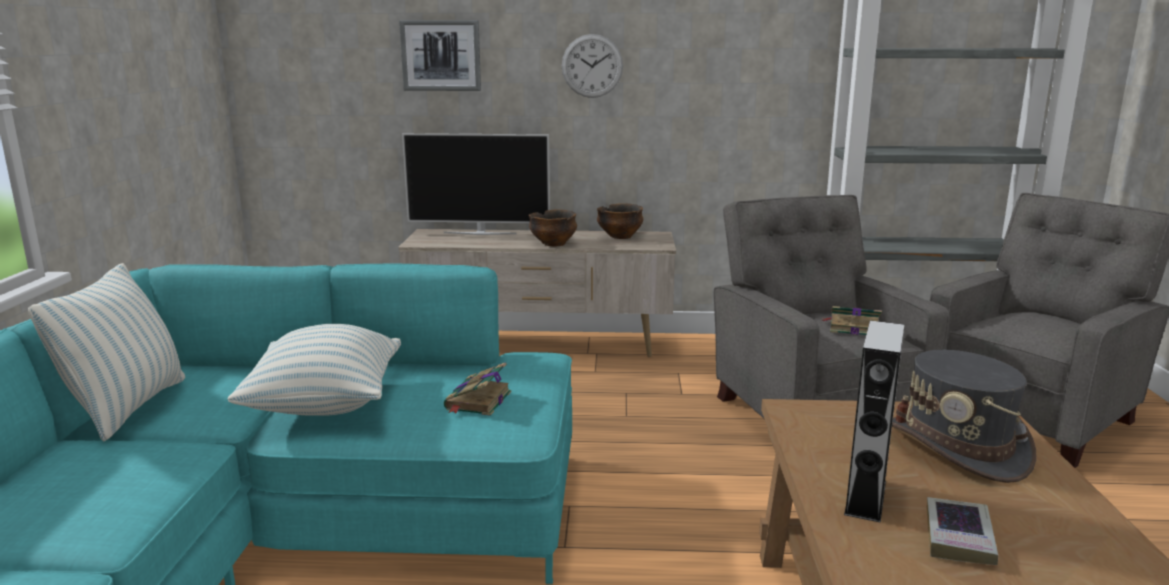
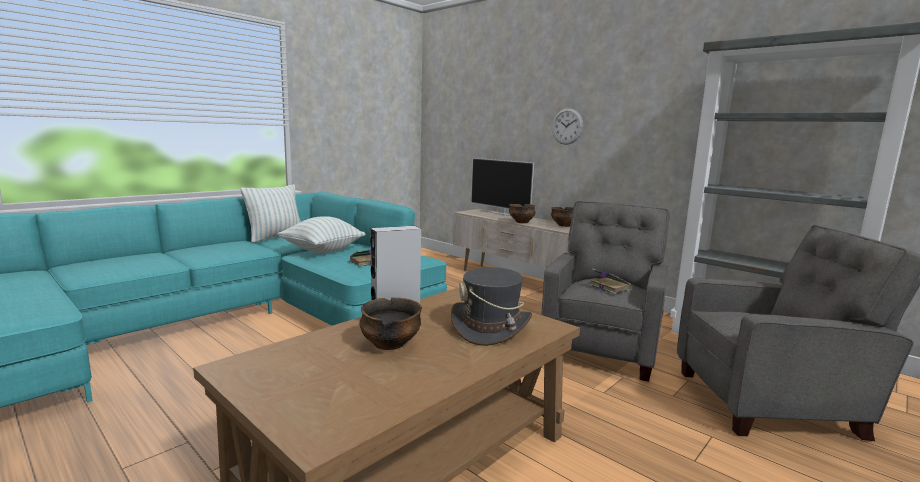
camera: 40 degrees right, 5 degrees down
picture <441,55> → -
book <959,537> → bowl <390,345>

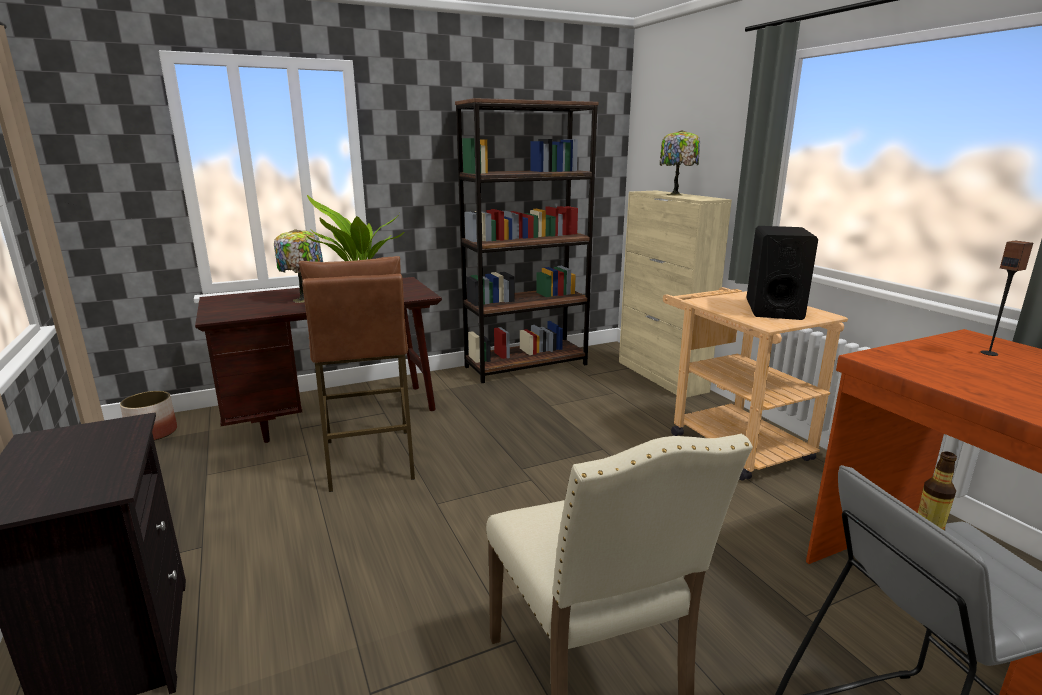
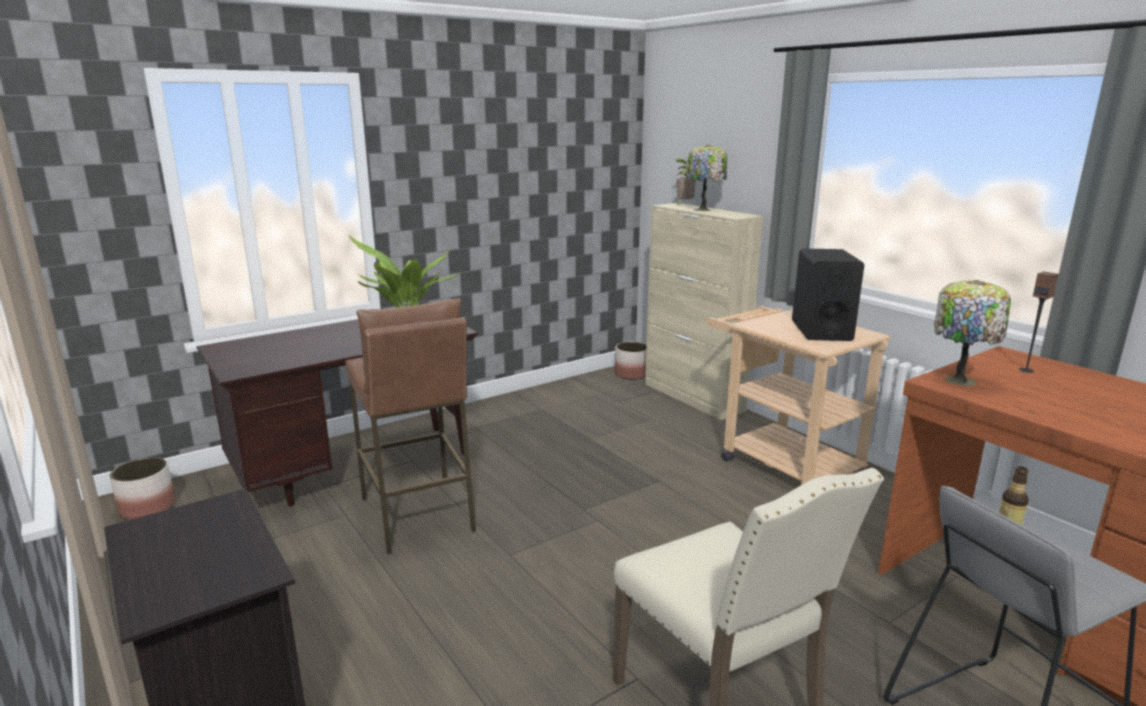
camera: 10 degrees left, 0 degrees up
bookcase in brown <526,365> → -
- → planter <631,374>
- → potted plant <683,205>
table lamp <304,299> → table lamp <960,379>, shifted

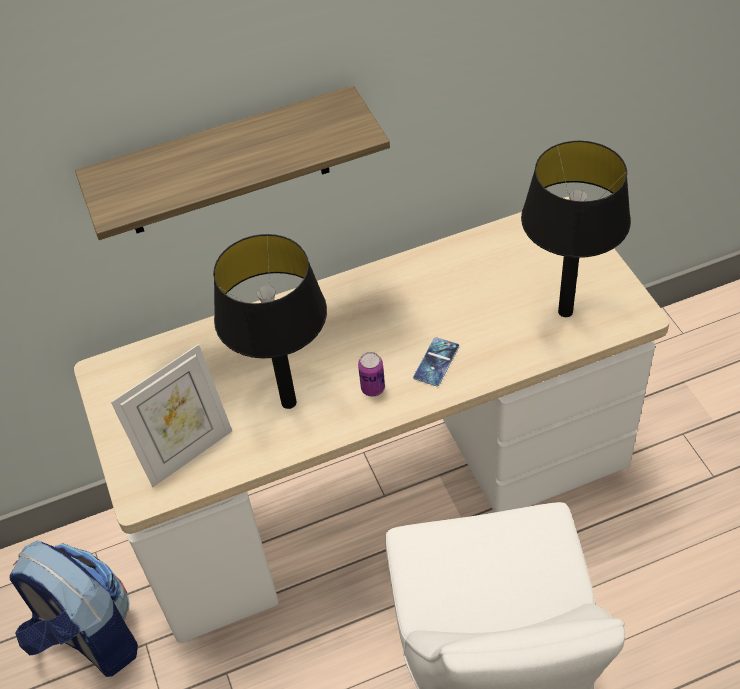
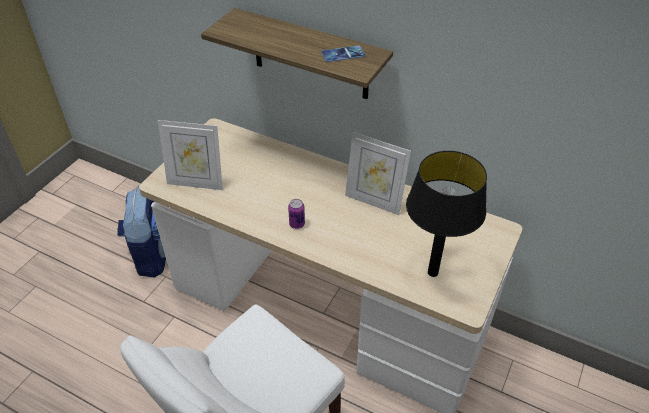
camera: 45 degrees right, 5 degrees down
table lamp in black <288,403> → -
- → picture frame <374,201>
phone <436,362> → phone <343,54>, shifted

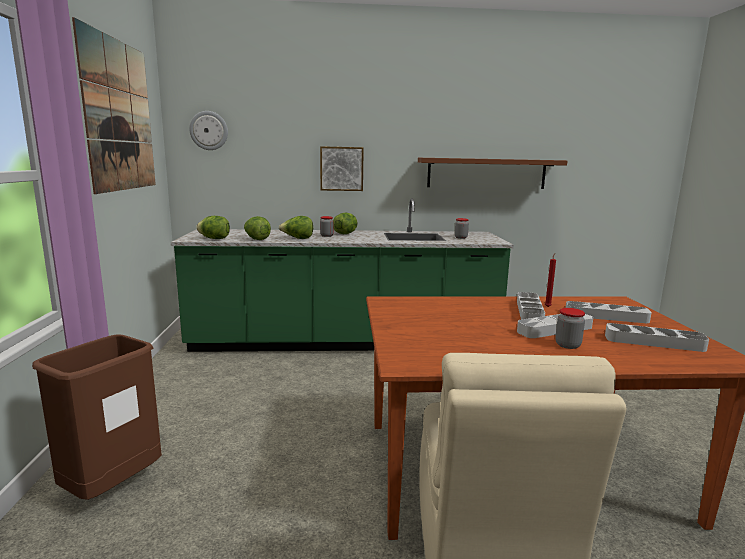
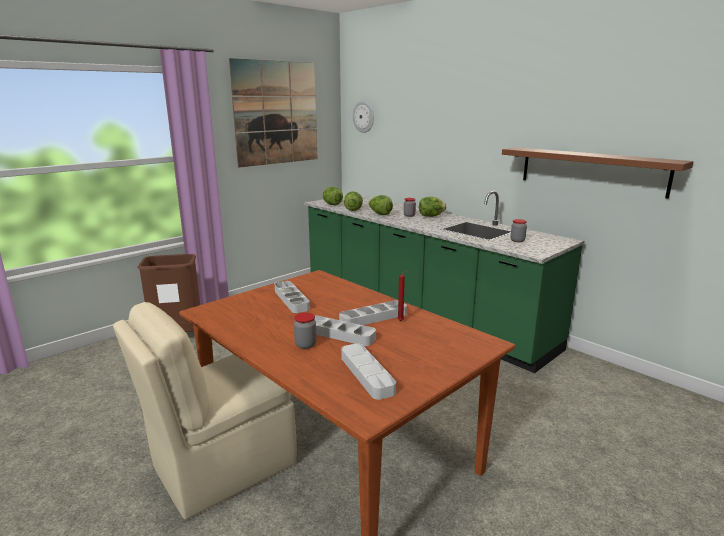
camera: 50 degrees right, 5 degrees up
picture <341,168> → -
tray in grey <606,316> → tray in grey <291,300>, shifted

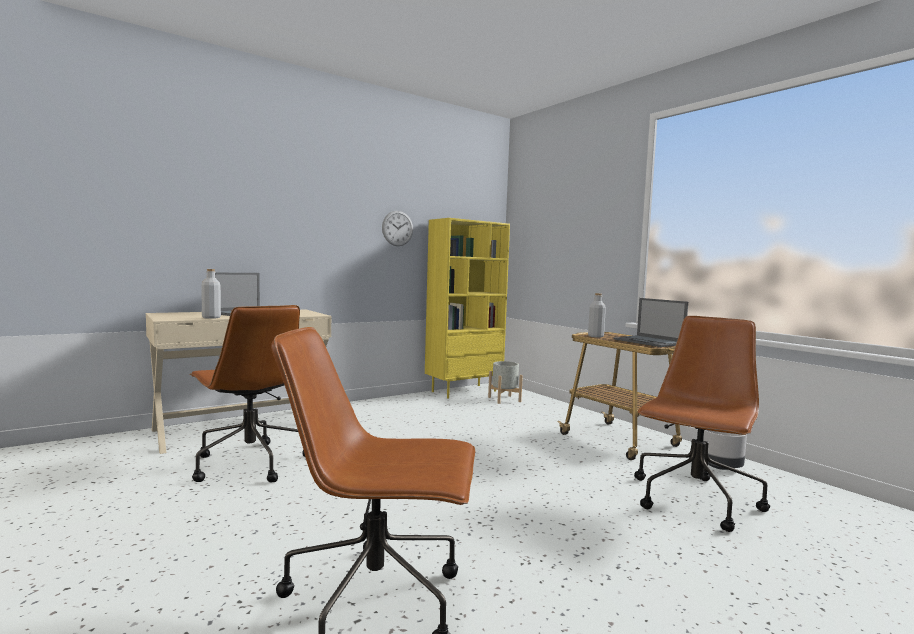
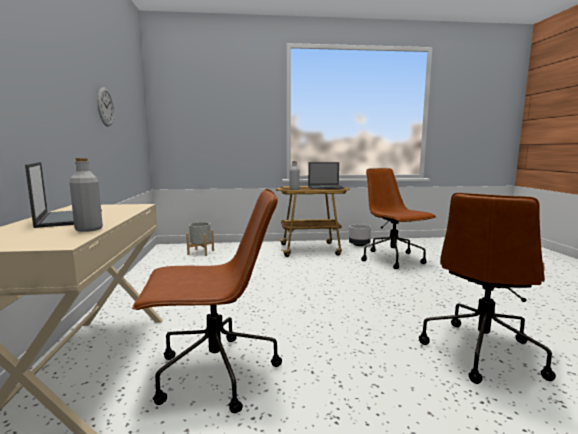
camera: 60 degrees left, 5 degrees up
bookcase in yellow <464,391> → -

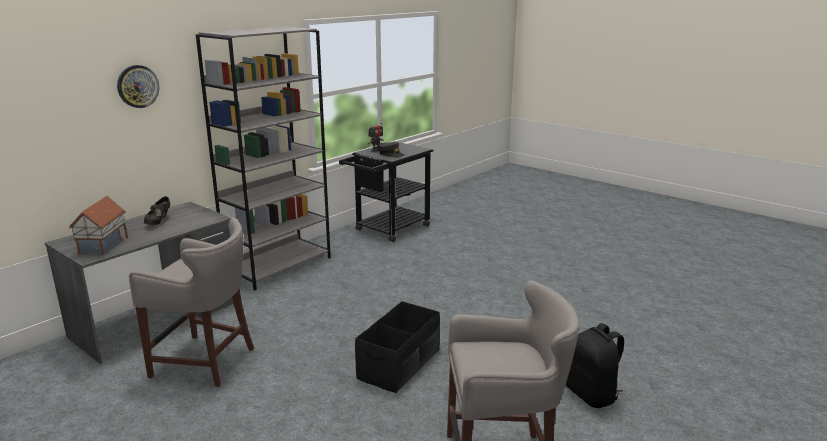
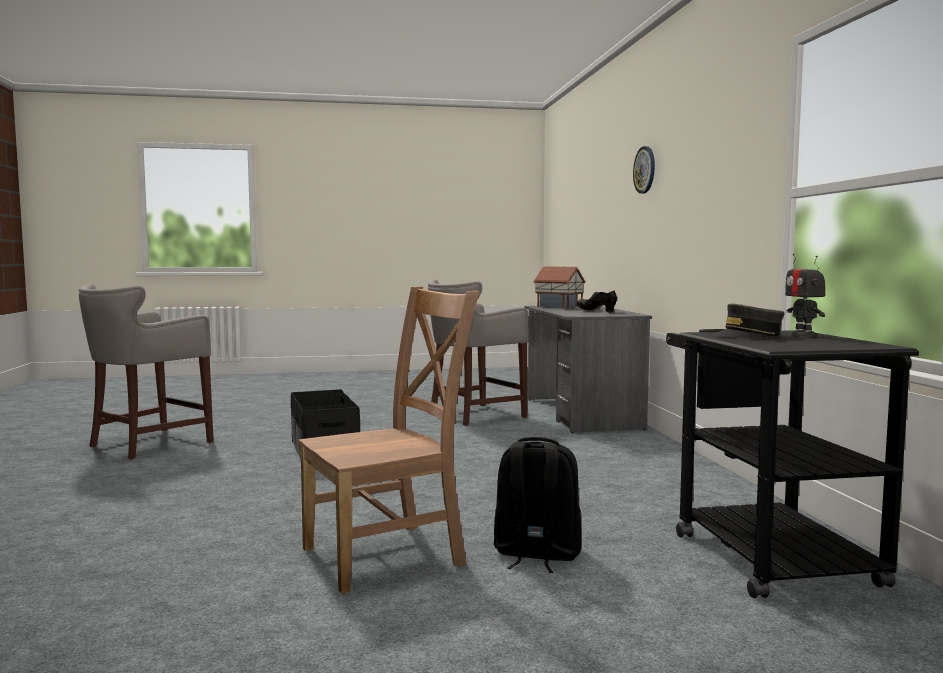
camera: 130 degrees right, 15 degrees down
bookcase in grey <279,266> → -
- → chair in brown <389,555>
backpack in black <591,394> → backpack in black <536,554>, shifted

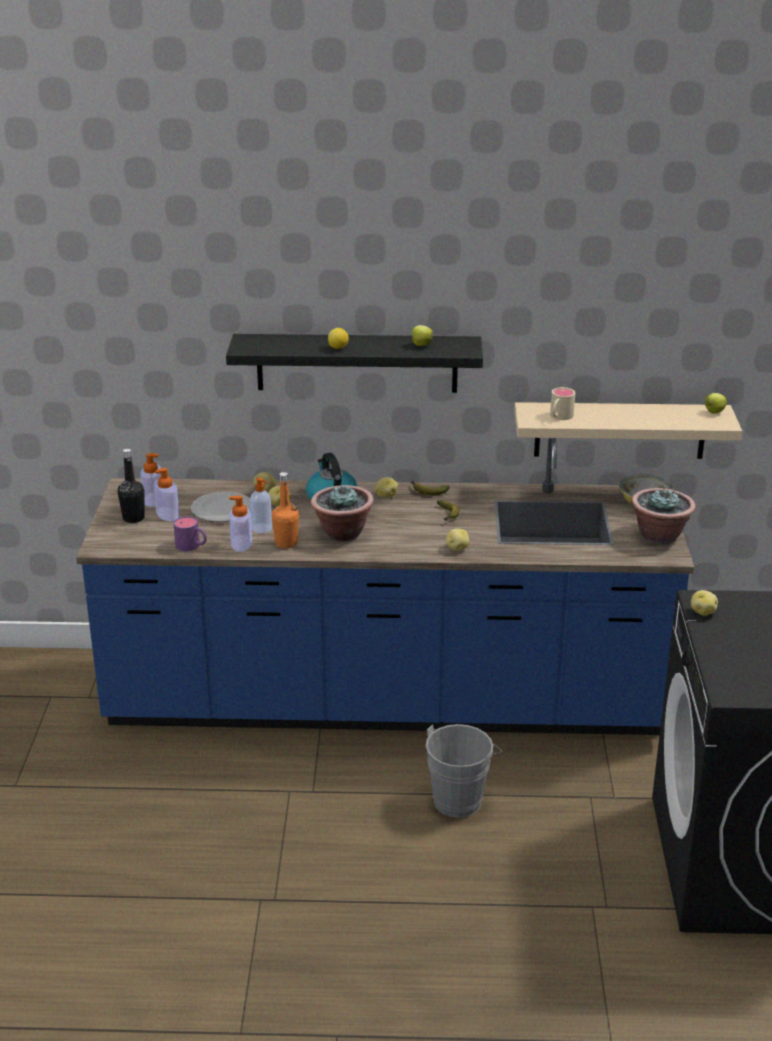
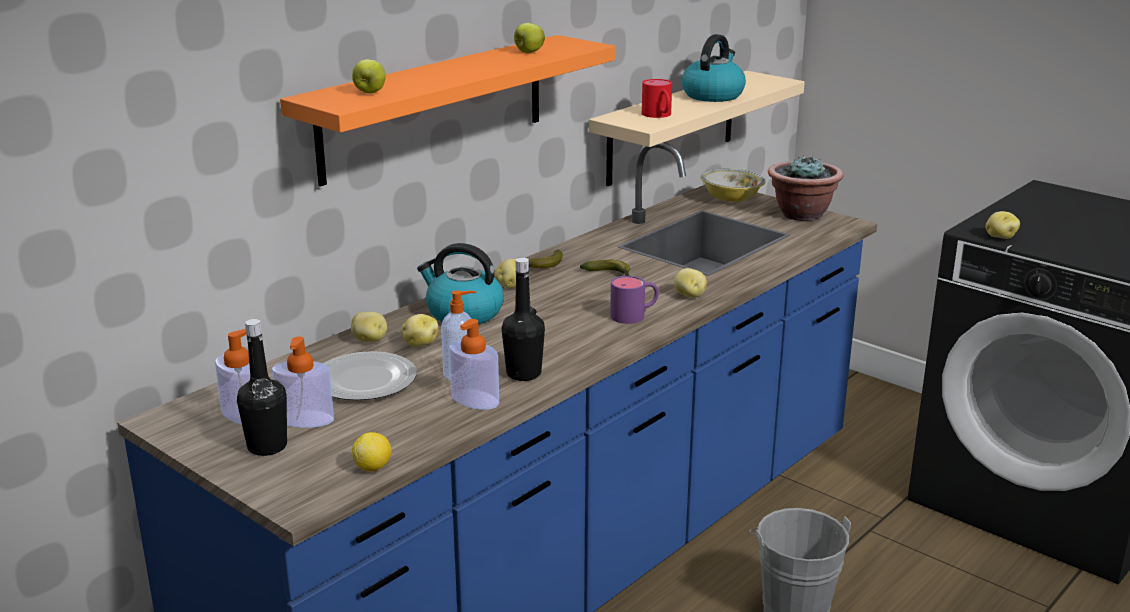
camera: 50 degrees left, 5 degrees down
potted plant <342,533> → -
- → kettle <713,95>
mug in purple <192,546> → mug in purple <635,315>, shifted
lemon <338,348> → lemon <373,467>, shifted
apple <714,412> → apple <370,92>, shifted
shelf in black <357,363> → shelf in orange <434,107>
bottle in orange <286,543> → bottle in black <523,374>
mug in beige <559,417> → mug in red <659,115>

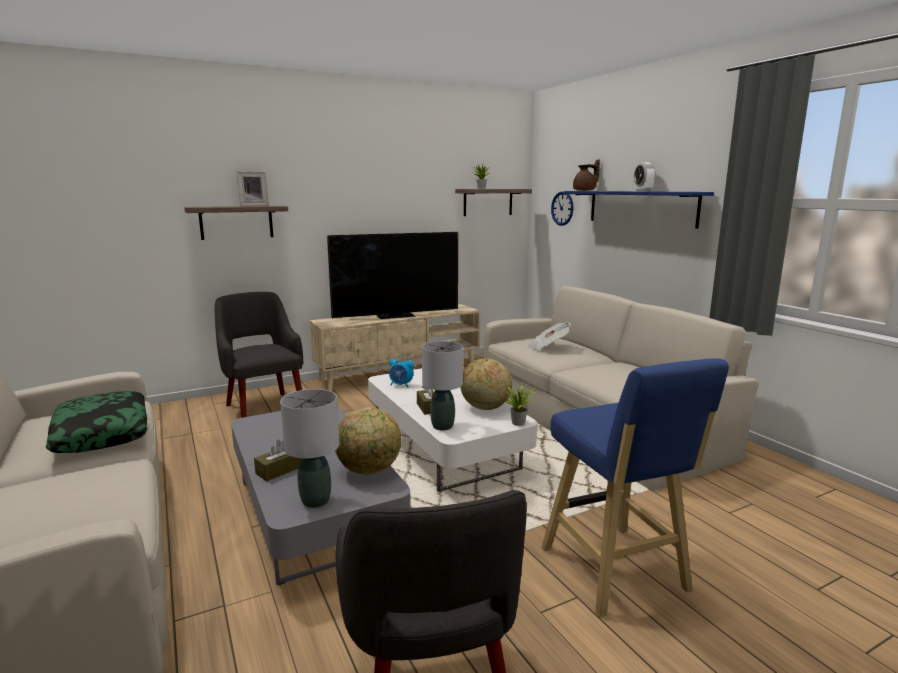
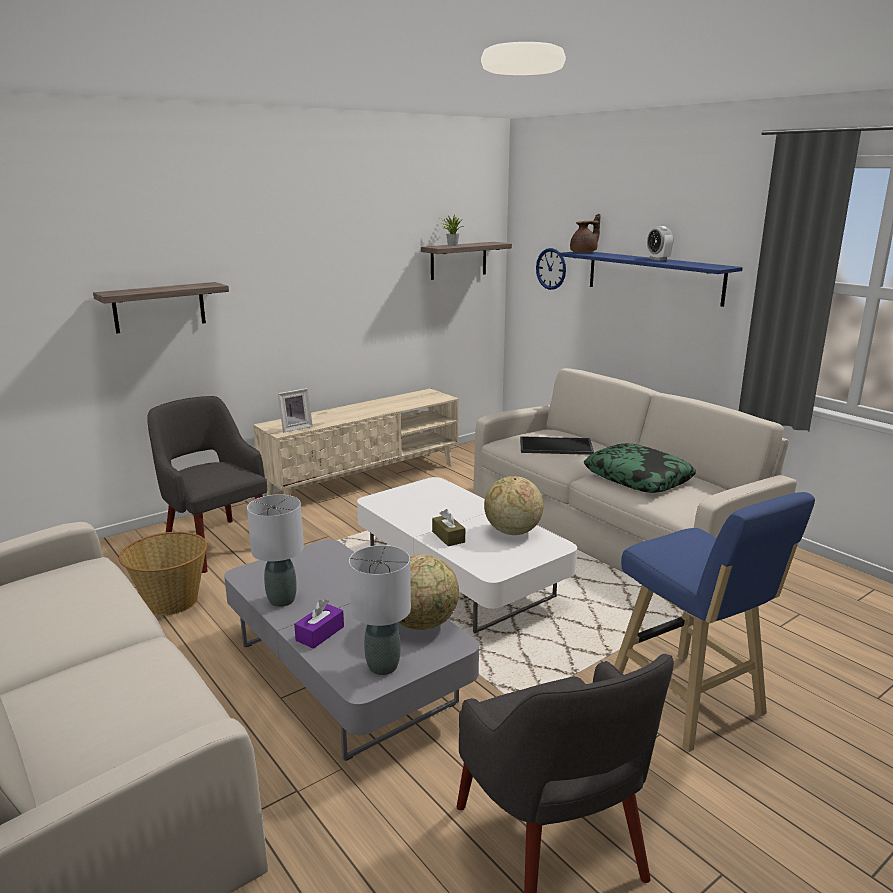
camera: 10 degrees left, 5 degrees up
television <396,315> → -
alarm clock <401,385> → -
potted plant <520,423> → -
- → basket <171,601>
pillow <103,433> → pillow <638,478>, shifted
picture frame <254,206> → picture frame <295,427>, shifted
table lamp in grey <442,426> → table lamp in grey <281,600>, shifted
newspaper <547,347> → tray <555,446>
tissue box in brown <279,470> → tissue box in purple <320,634>

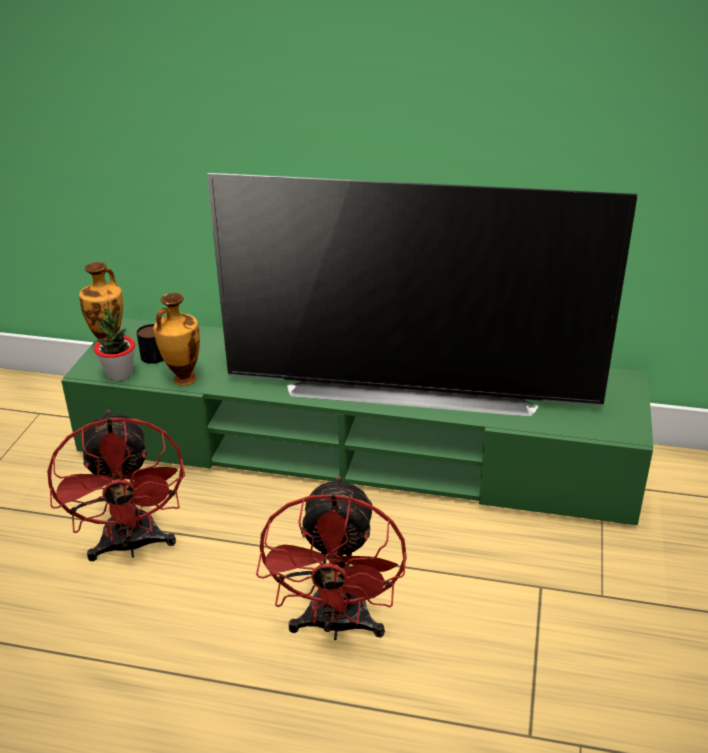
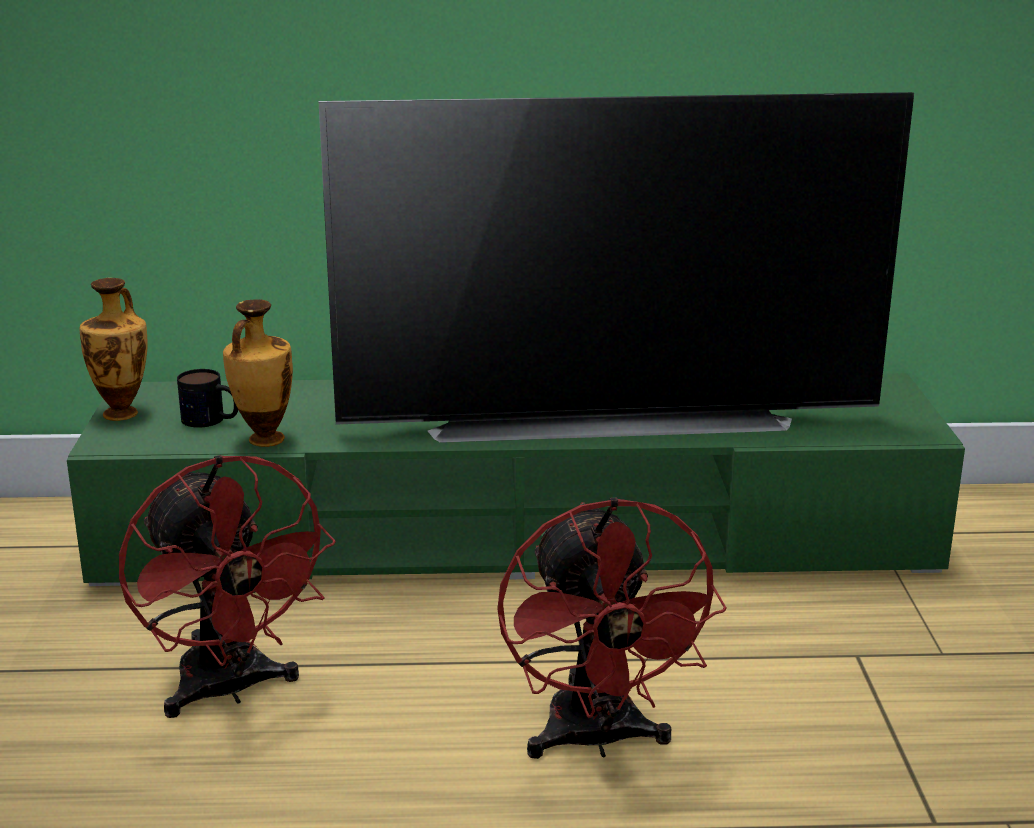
camera: 15 degrees left, 10 degrees down
potted plant <119,375> → -

